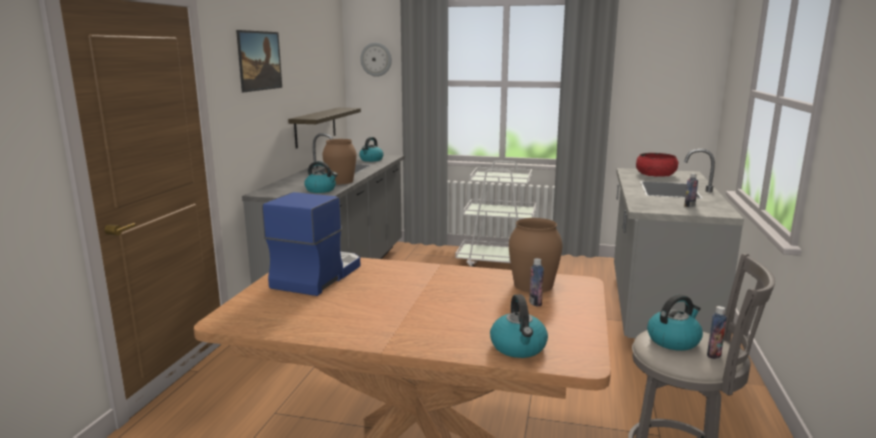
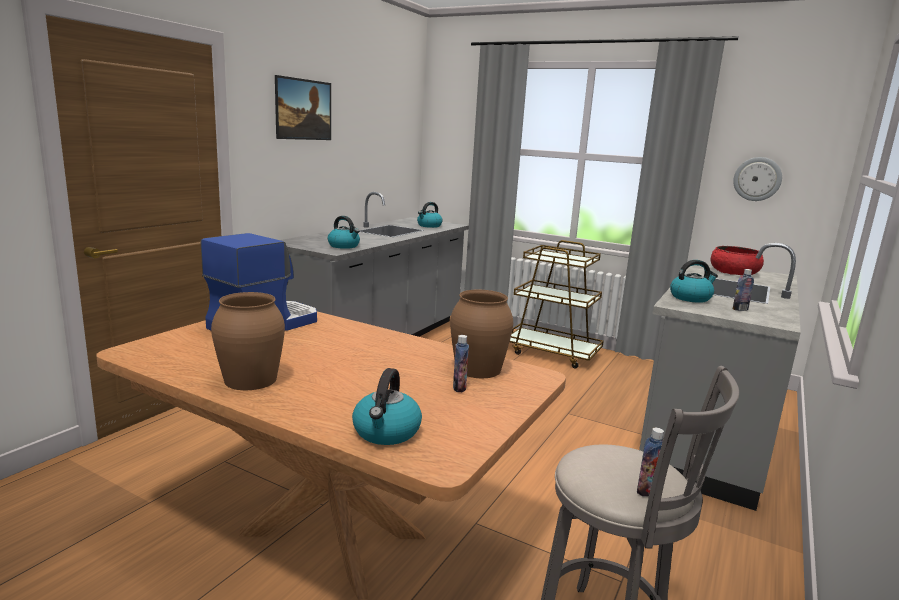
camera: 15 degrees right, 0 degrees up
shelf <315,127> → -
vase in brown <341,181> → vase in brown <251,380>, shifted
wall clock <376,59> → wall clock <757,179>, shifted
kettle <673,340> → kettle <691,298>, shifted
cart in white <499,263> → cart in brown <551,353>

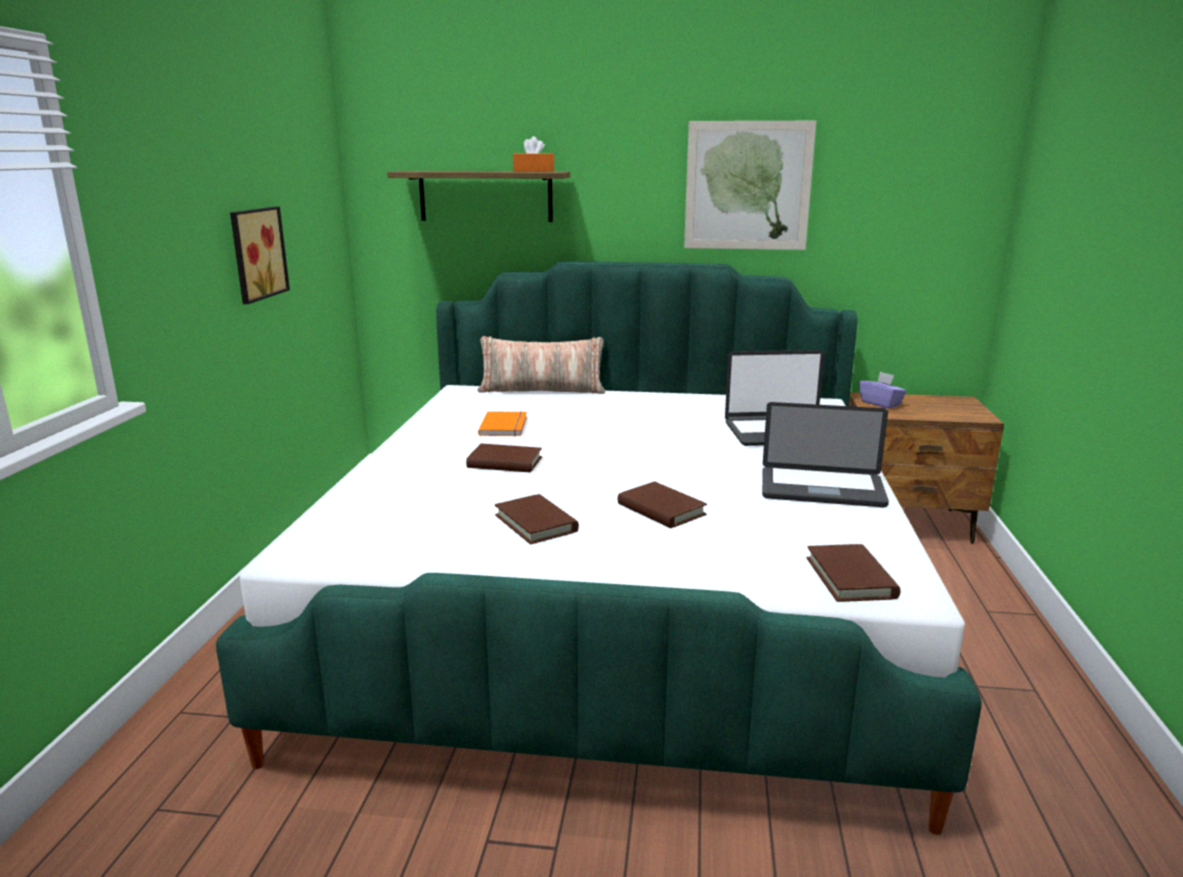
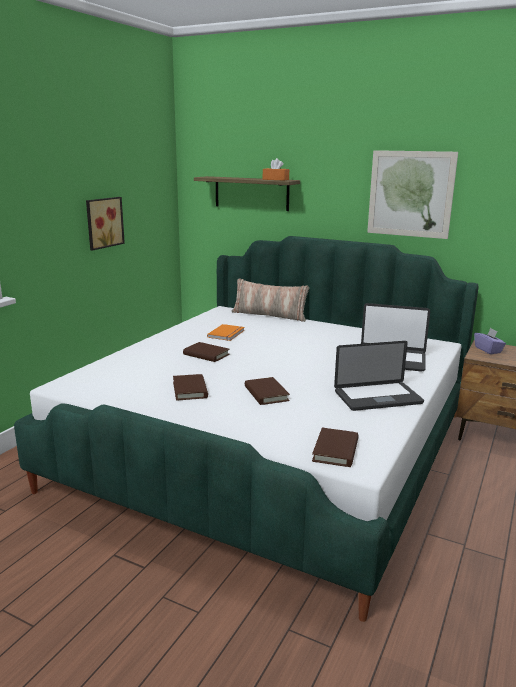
camera: 20 degrees right, 0 degrees up
laptop <822,489> → laptop <378,398>, 45 degrees counterclockwise

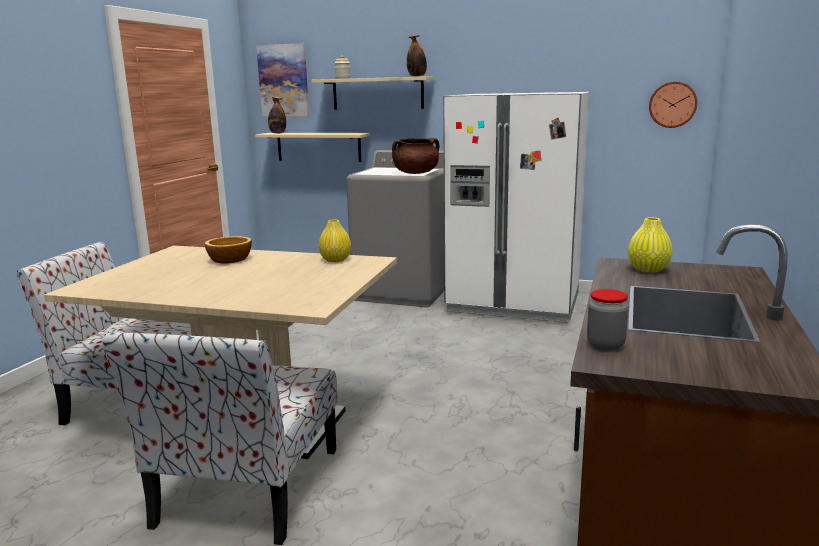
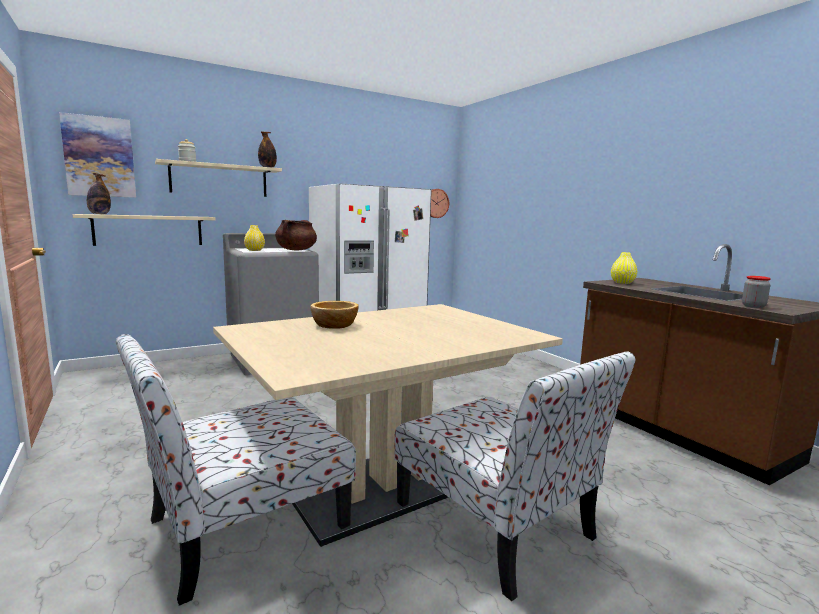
camera: 50 degrees left, 5 degrees down
vase in yellow <335,260> → vase in yellow <254,250>, shifted

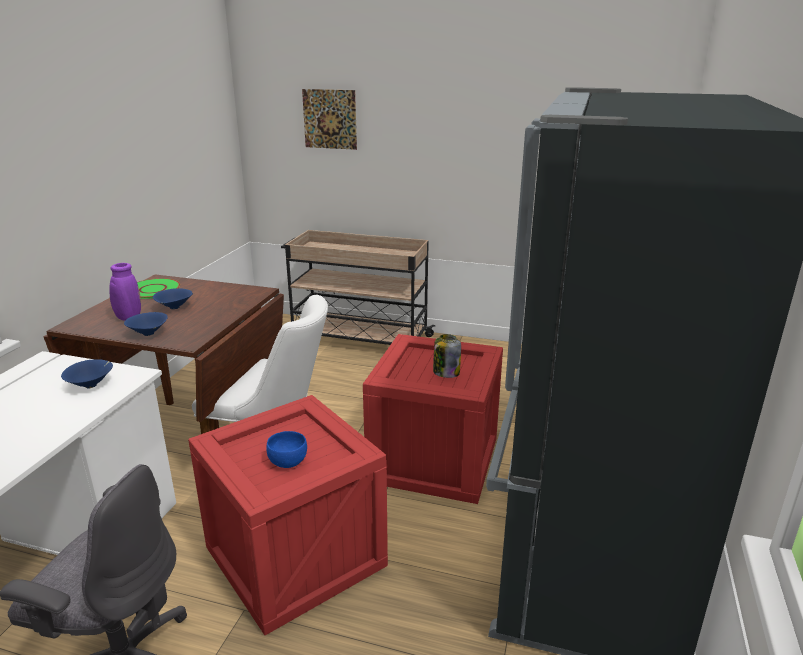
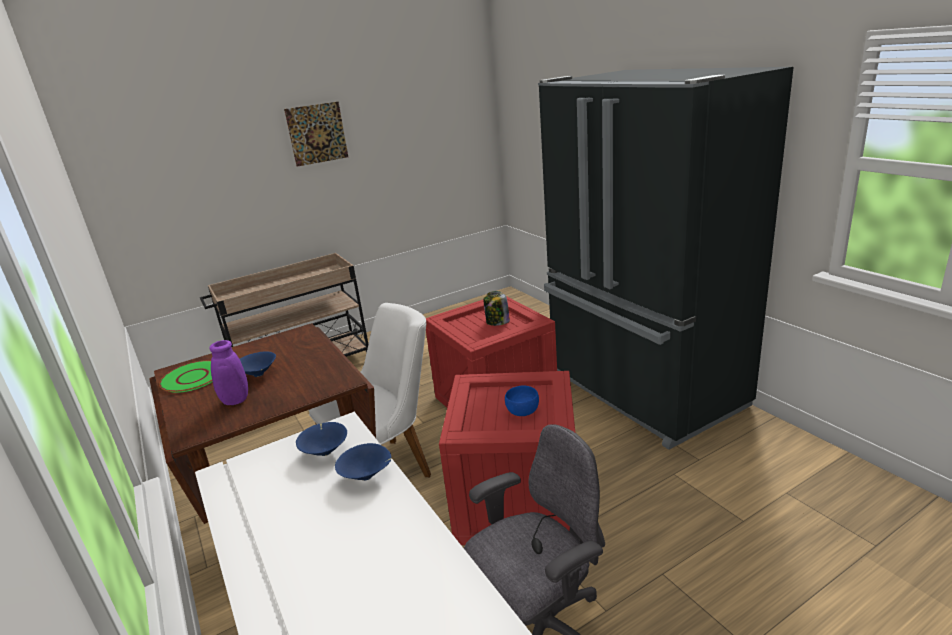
camera: 45 degrees left, 0 degrees up
bowl in blue <149,334> → bowl in blue <367,476>, shifted
picture <330,119> → picture <317,133>, shifted

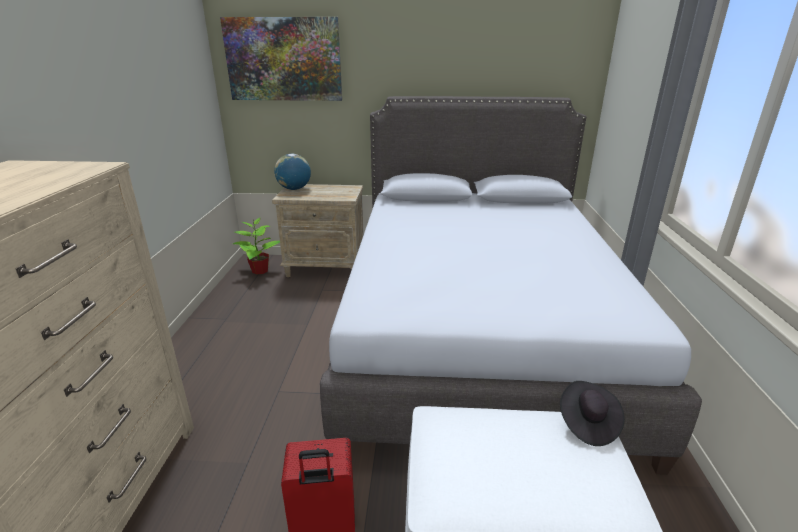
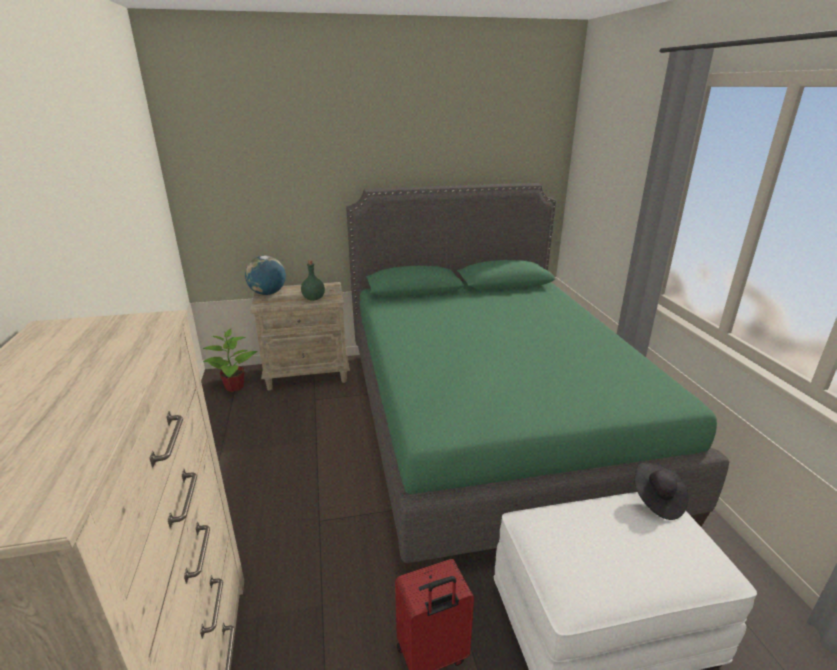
camera: 15 degrees left, 0 degrees up
picture <283,59> → -
- → bottle in green <313,299>
bed in grey <475,332> → bed in green <488,422>

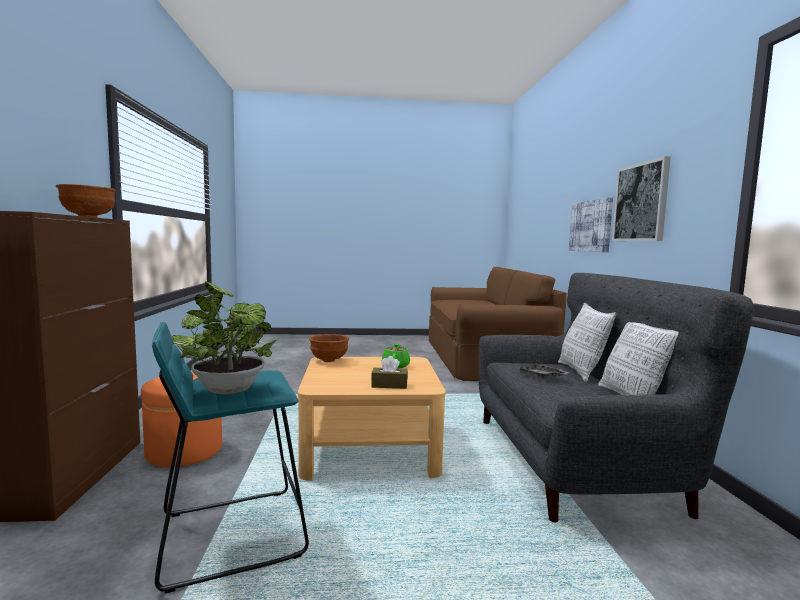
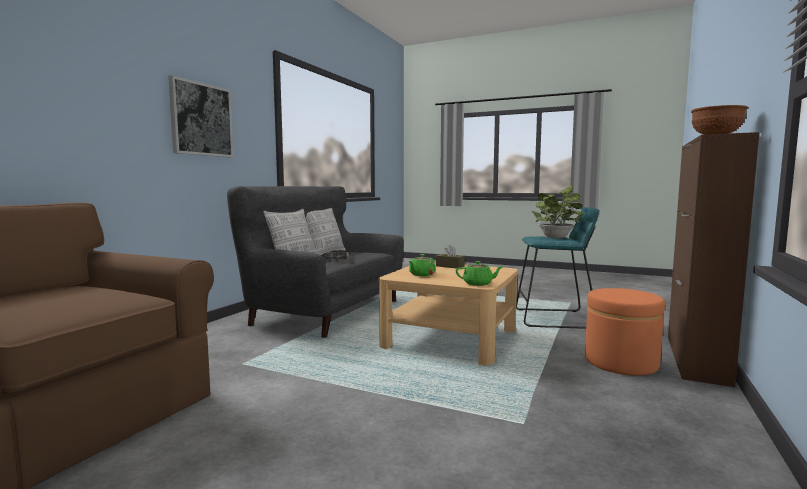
camera: 150 degrees left, 0 degrees up
picture <590,226> → -
bowl in brown <329,360> → teapot in green <478,284>

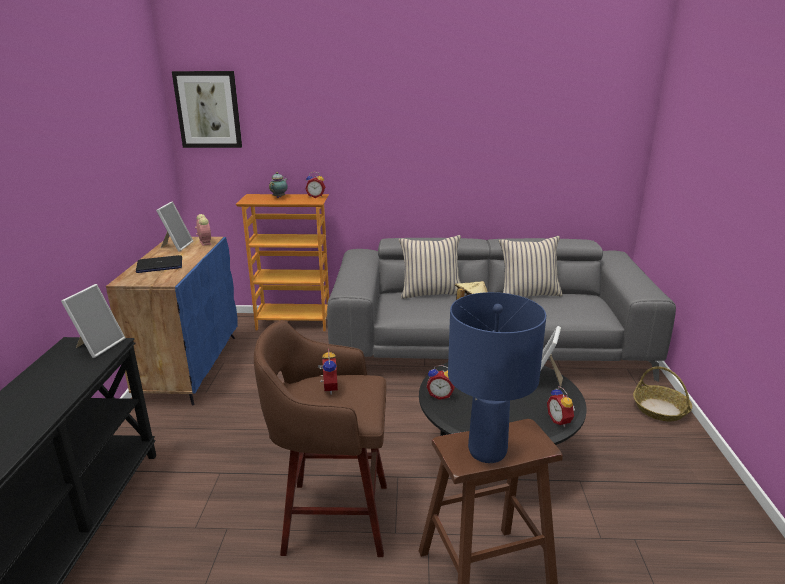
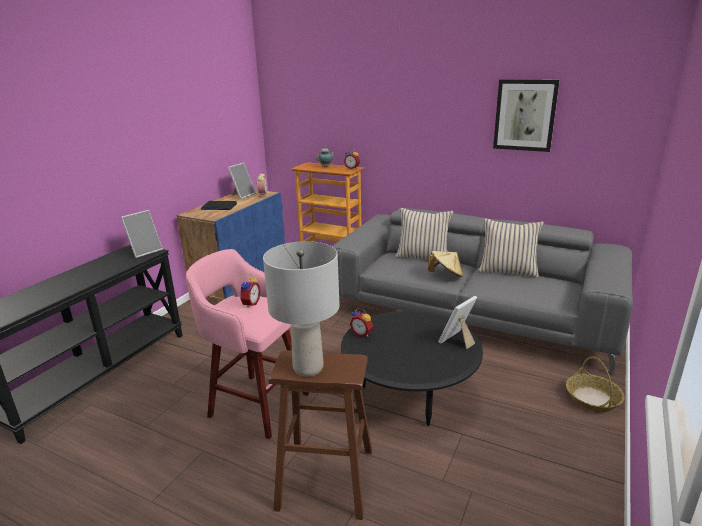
camera: 25 degrees right, 0 degrees up
alarm clock <560,421> → -
picture <208,109> → picture <525,115>, shifted
stool in brown <332,517> → stool in pink <256,404>
table lamp in blue <487,451> → table lamp in grey <307,368>

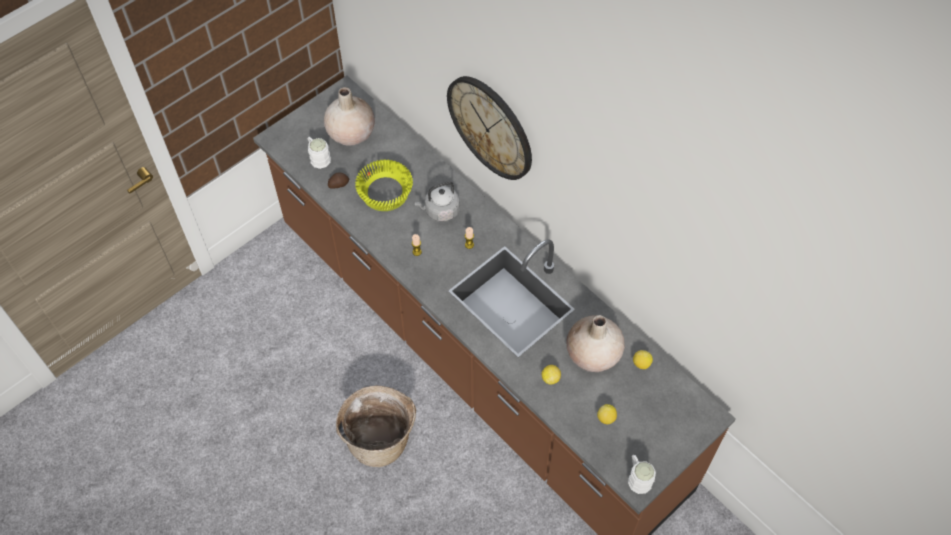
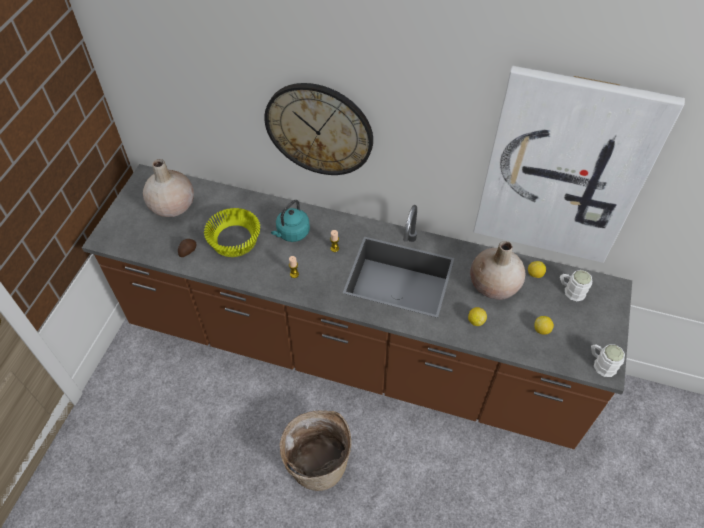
camera: 30 degrees left, 5 degrees down
- → picture <563,170>
mug in white <318,157> → mug in white <571,290>, shifted
kettle in grey <440,211> → kettle in turquoise <292,233>

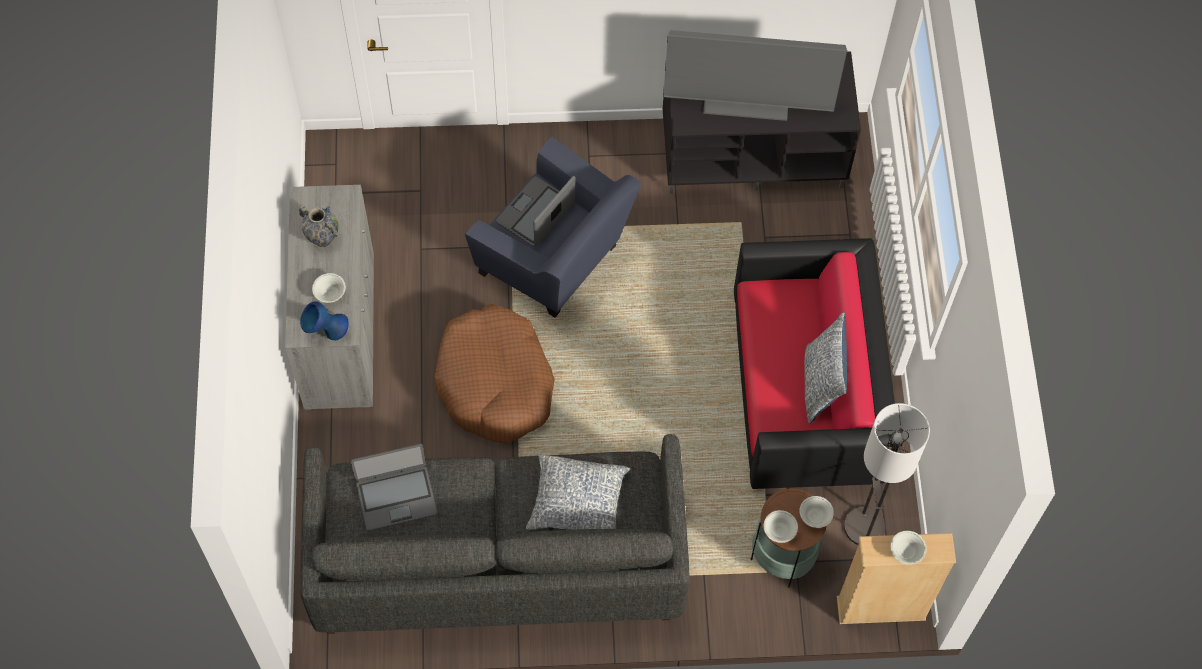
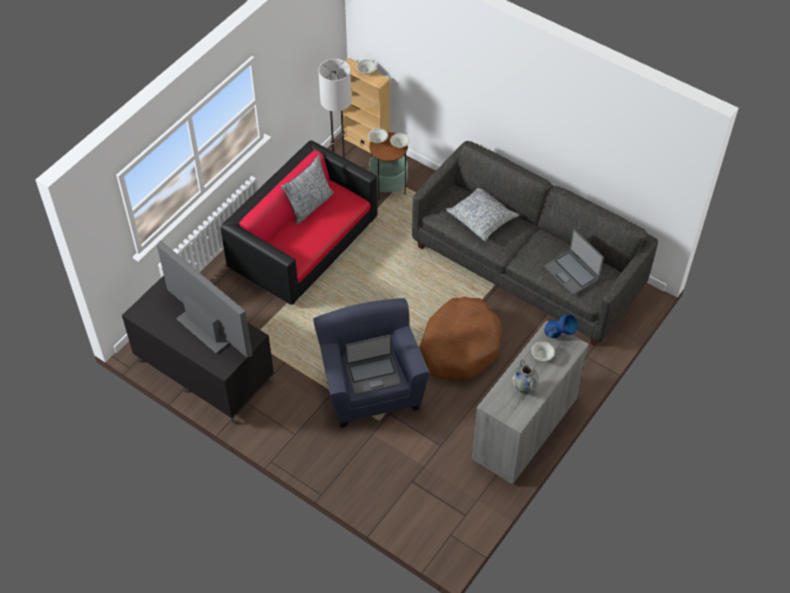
camera: 140 degrees left, 10 degrees down
laptop <396,497> → laptop <572,273>, 150 degrees counterclockwise

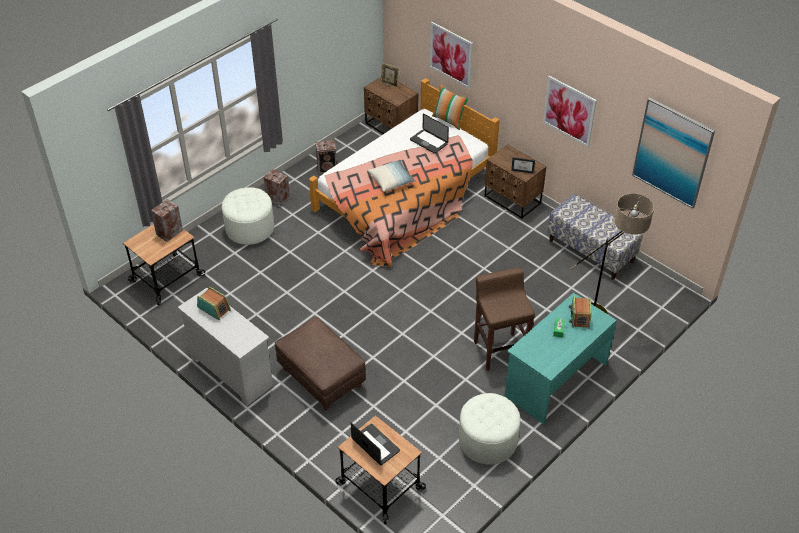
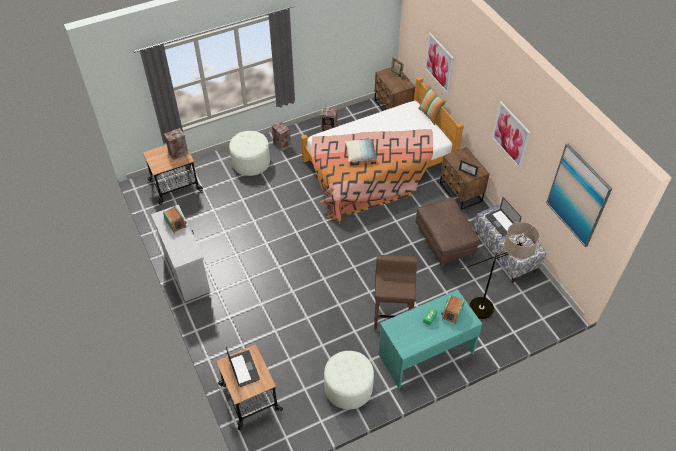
camera: 20 degrees right, 5 degrees up
ottoman in brown <321,378> → ottoman in brown <444,242>, shifted
laptop <428,142> → laptop <501,222>, shifted

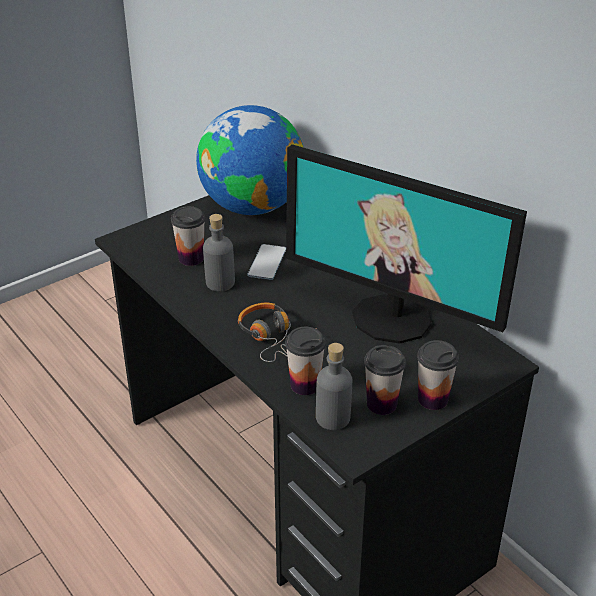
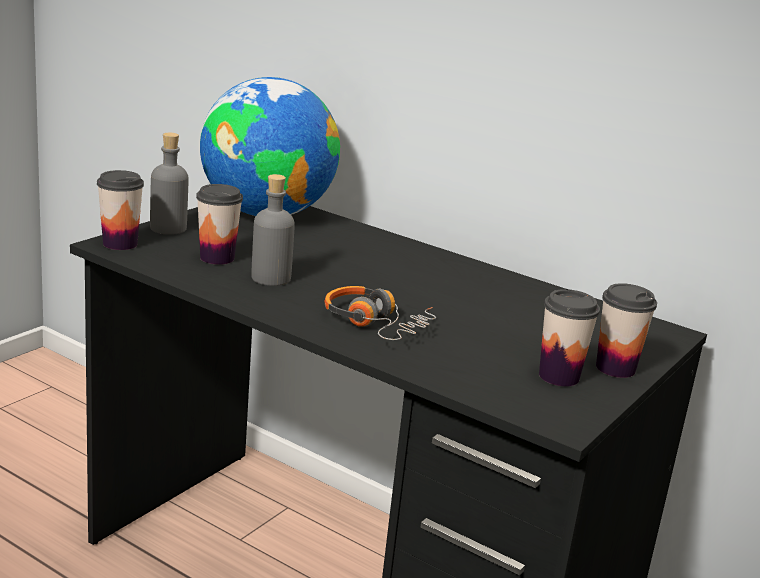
camera: 20 degrees left, 15 degrees down
phone <267,262> → -
monitor <392,318> → -
cup <305,385> → cup <120,244>, shifted
bottle in grey <333,418> → bottle in grey <168,228>, shifted

